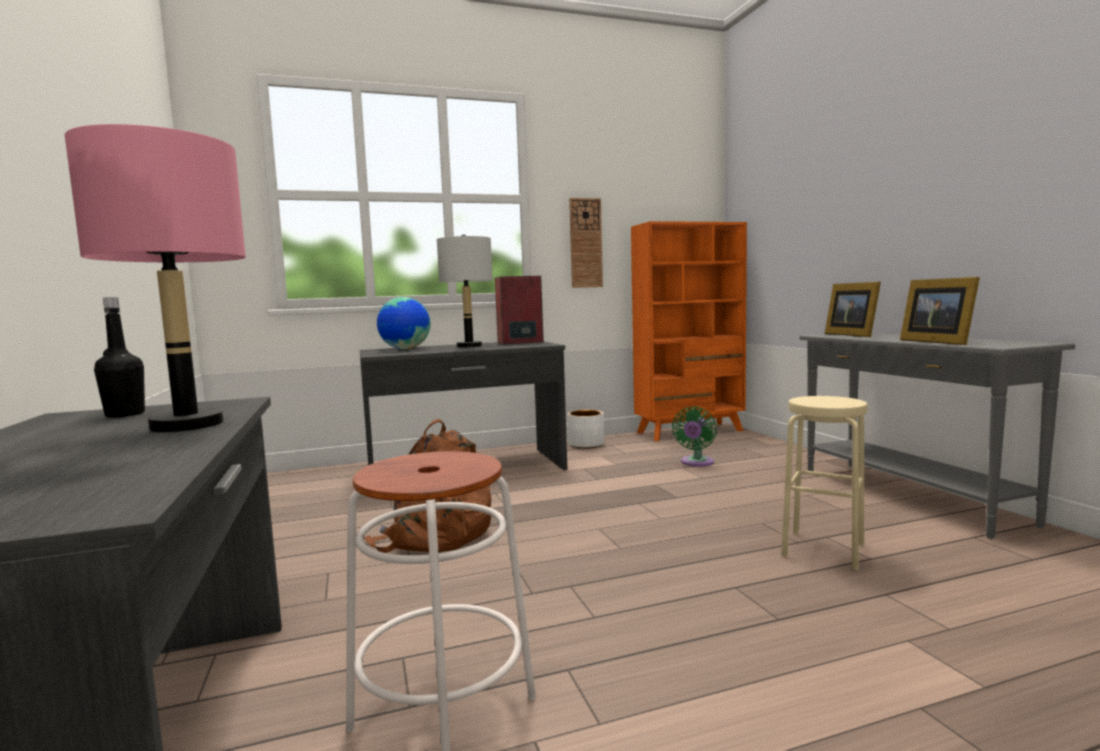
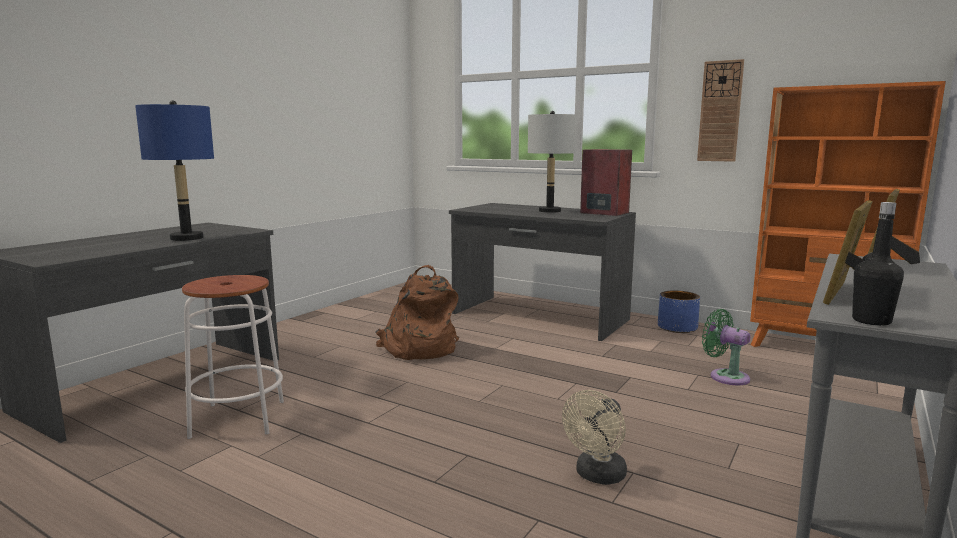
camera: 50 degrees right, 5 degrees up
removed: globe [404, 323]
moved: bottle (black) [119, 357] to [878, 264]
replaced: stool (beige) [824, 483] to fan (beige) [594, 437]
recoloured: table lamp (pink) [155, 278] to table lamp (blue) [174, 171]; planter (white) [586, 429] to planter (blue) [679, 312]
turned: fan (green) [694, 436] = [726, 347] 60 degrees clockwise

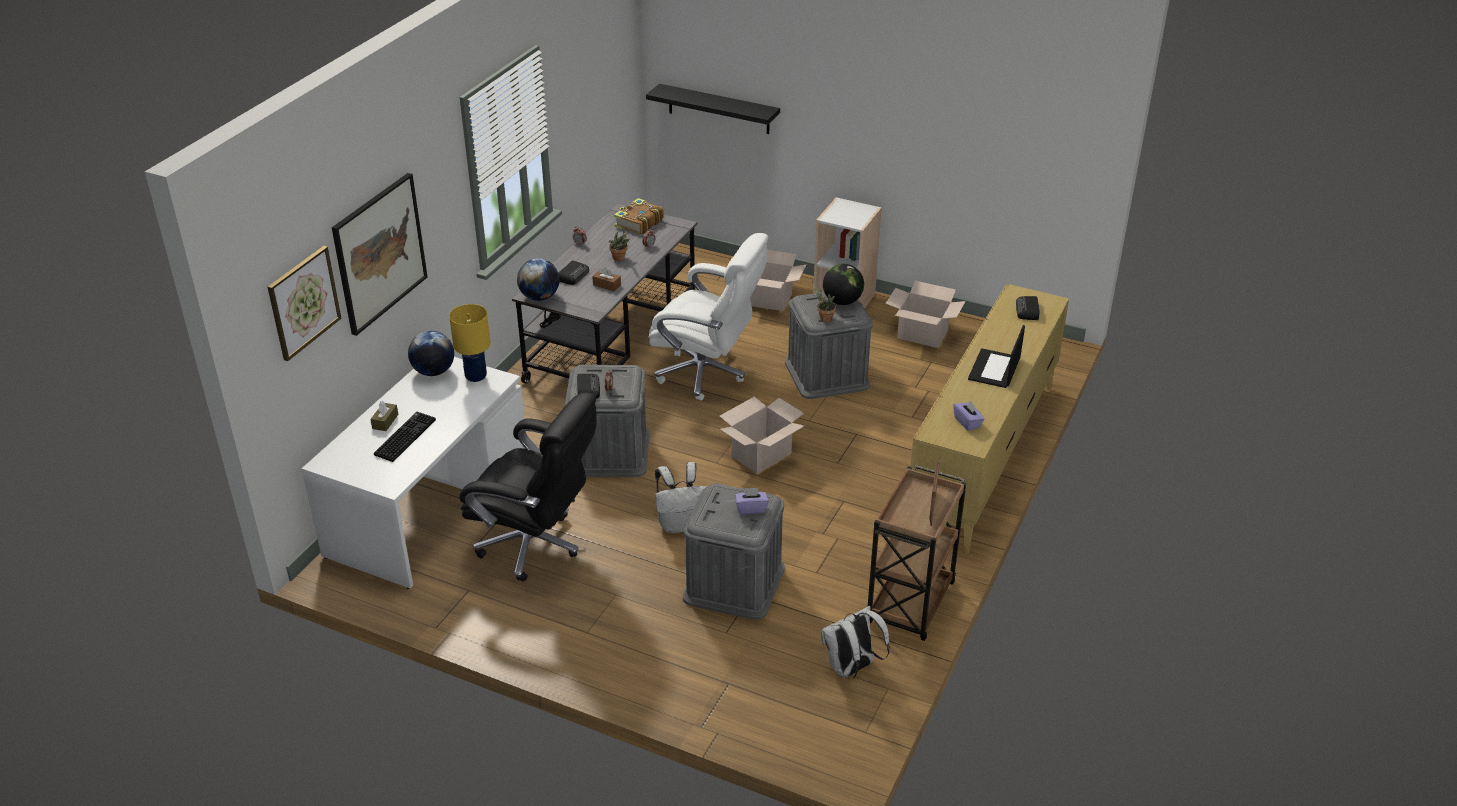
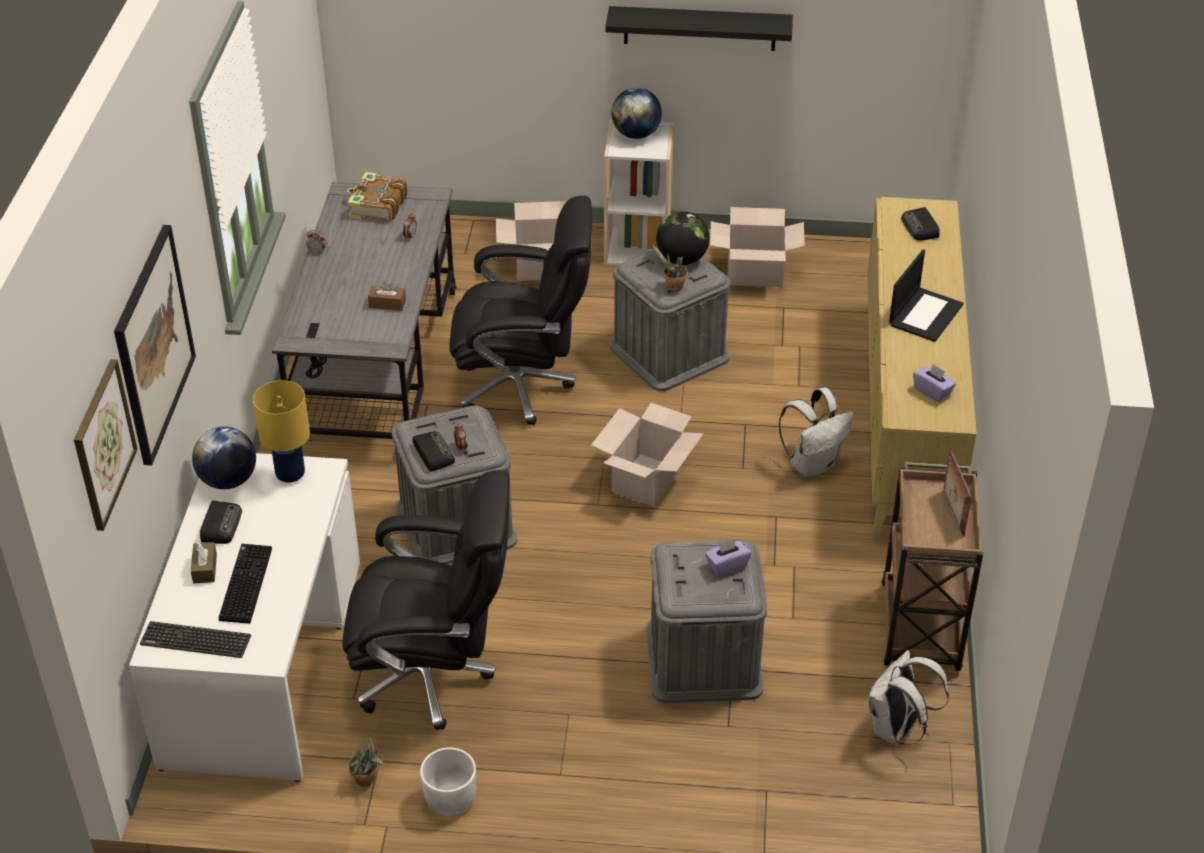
camera: 20 degrees left, 5 degrees up
added: keyboard [195, 639]; planter (white) [448, 781]
moved: globe [538, 279] to [637, 113]; radio [574, 272] to [221, 522]; potted plant [620, 245] to [366, 761]; shelf (black) [713, 109] to [699, 28]; backpack (white) [681, 497] to [816, 433]
recoloured: office chair (white) [708, 317] to office chair (black) [521, 310]
turned: laptop [996, 356] = [926, 295] 150 degrees counterclockwise

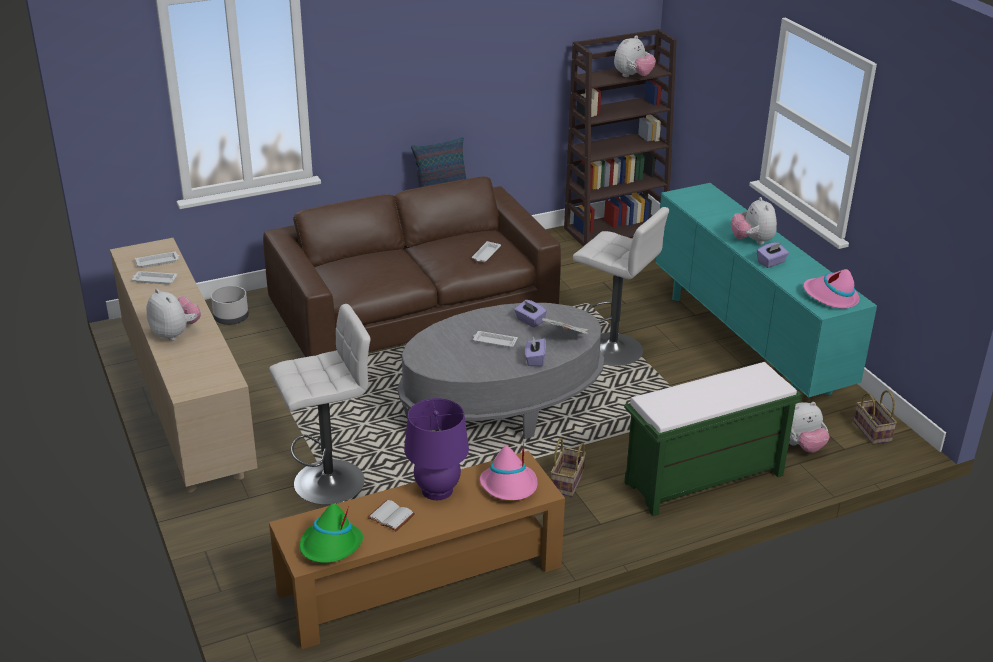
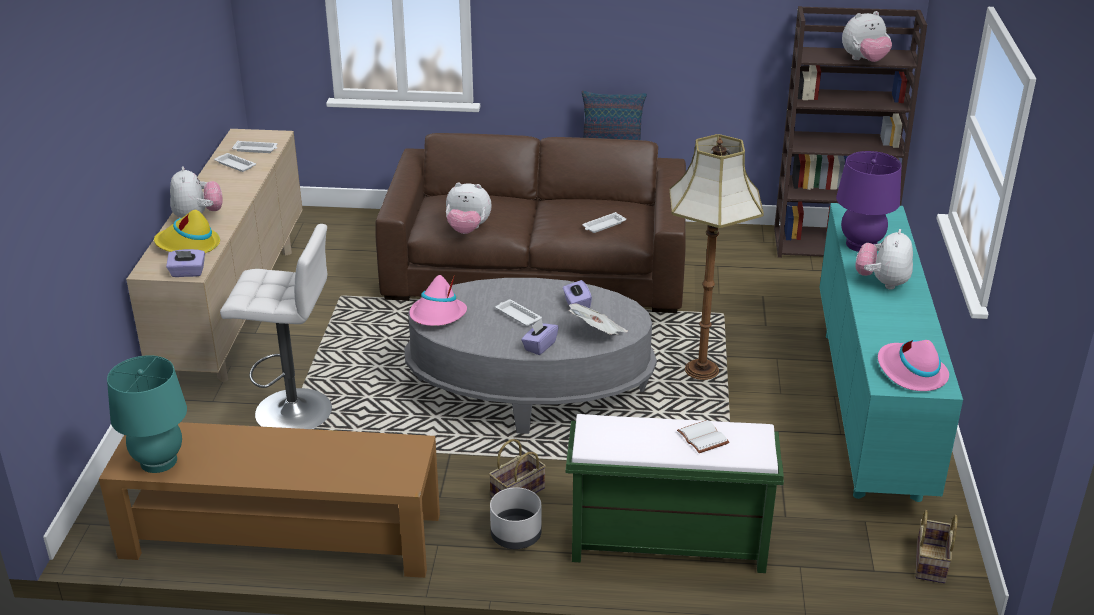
camera: 30 degrees right, 0 degrees up
added: hat (yellow) [187, 231]
moved: planter (grey) [230, 305] to [515, 518]; book (white) [391, 515] to [703, 436]; table lamp (purple) [436, 449] to [869, 201]; hat (pink) [509, 471] to [438, 300]; tissue box (purple) [773, 255] to [185, 263]; plush toy [809, 427] to [469, 208]
replaced: hat (green) [331, 533] to table lamp (turquoise) [147, 414]; stool (white) [621, 286] to floor lamp [716, 257]

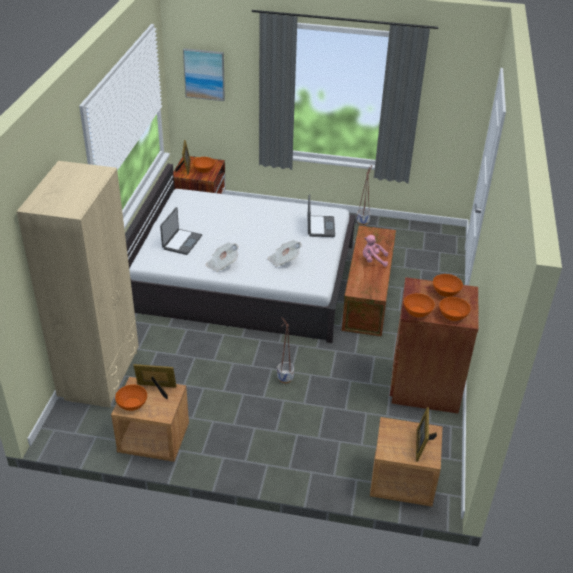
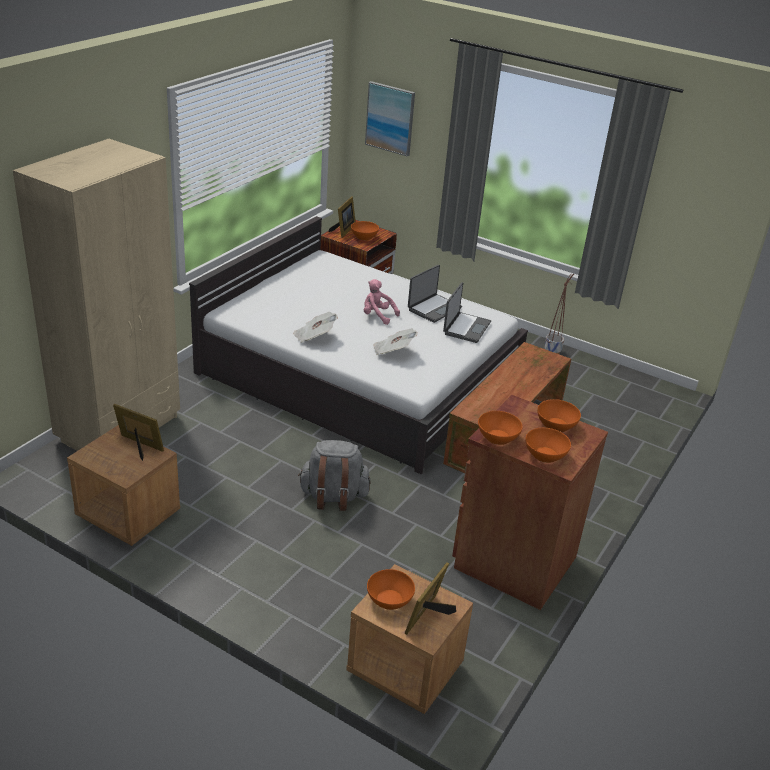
camera: 20 degrees right, 5 degrees down
moved: bowl (orange) [131, 398] to [391, 589]; laptop [181, 231] to [435, 294]; plush toy (pink) [375, 251] to [382, 302]
replaced: planter [285, 350] to backpack (grey) [334, 475]

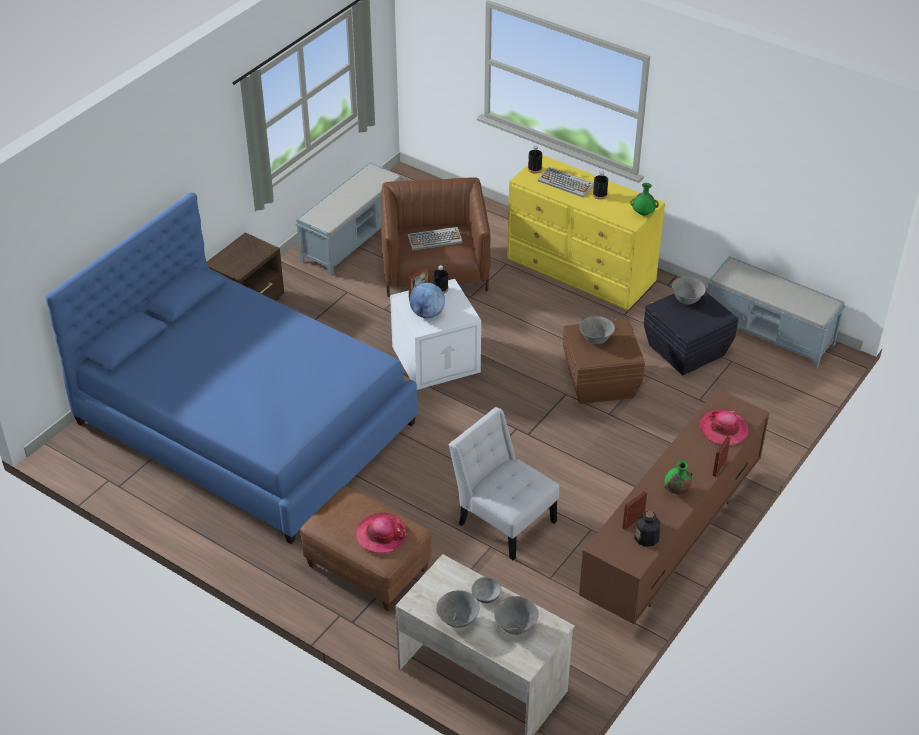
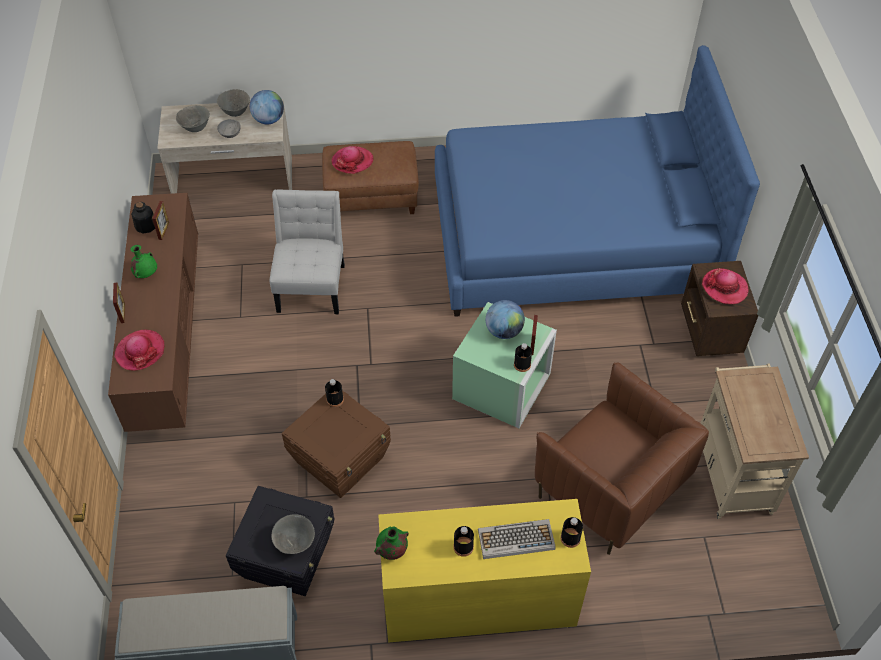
camera: 140 degrees right, 10 degrees up
removed: keyboard [435, 238]; bowl (grey) [597, 330]
added: globe [267, 107]; bottle (black) [334, 393]; hat [725, 286]
replaced: bench (grey) [349, 219] to cart (beige) [755, 441]
recoloured: storage box (white) [435, 334] to storage box (green) [504, 365]
turned: chair (white) [504, 483] = [307, 251] 90 degrees counterclockwise

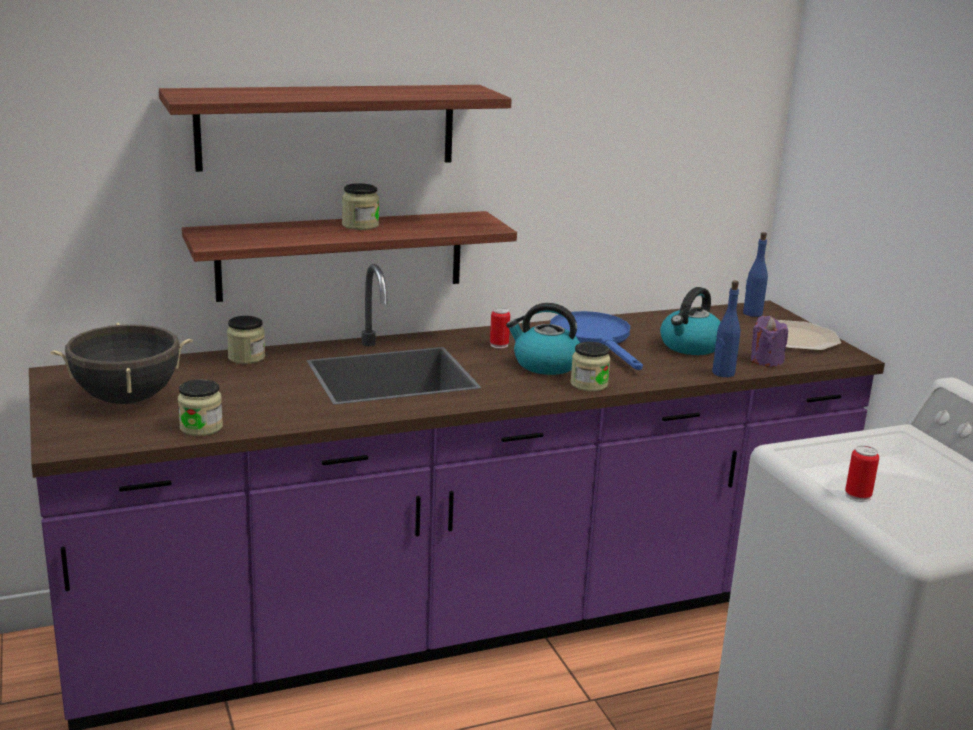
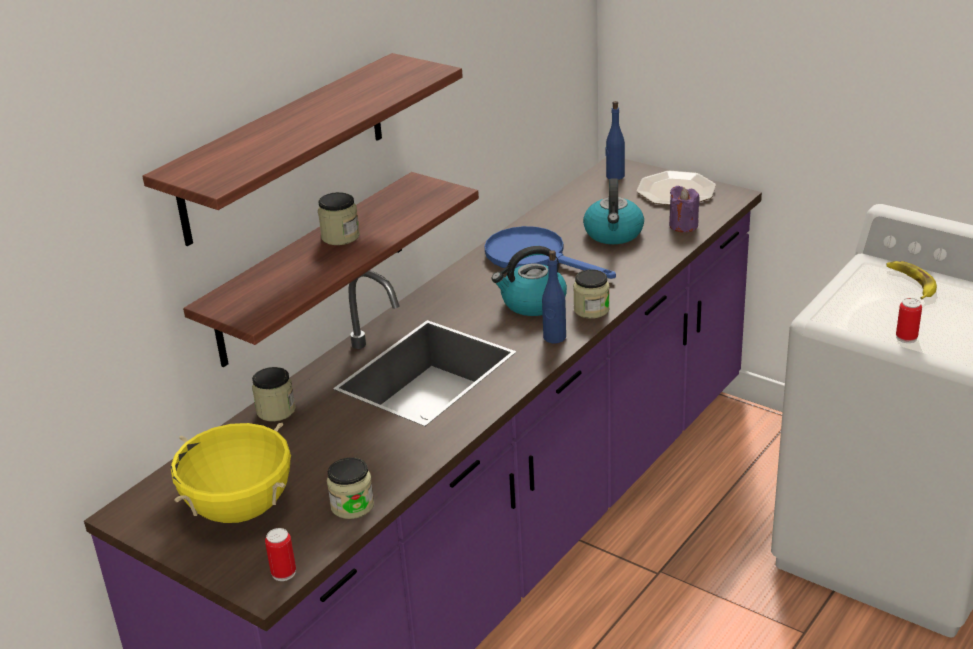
camera: 30 degrees left, 10 degrees up
added: banana [911, 280]
moved: can [500, 328] to [280, 554]; bottle (blue) [726, 329] to [554, 297]
recoloured: cooking pot (black) [121, 363] to cooking pot (yellow) [231, 473]

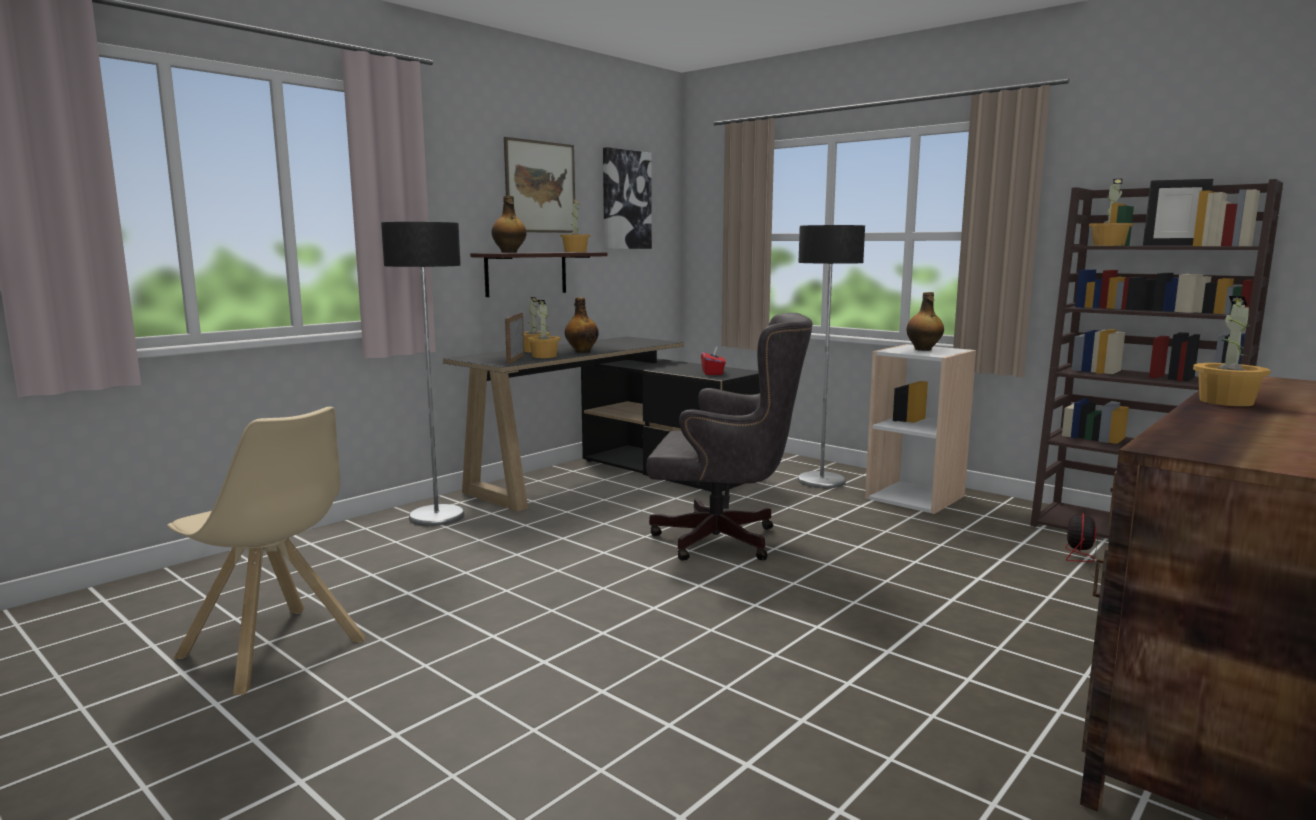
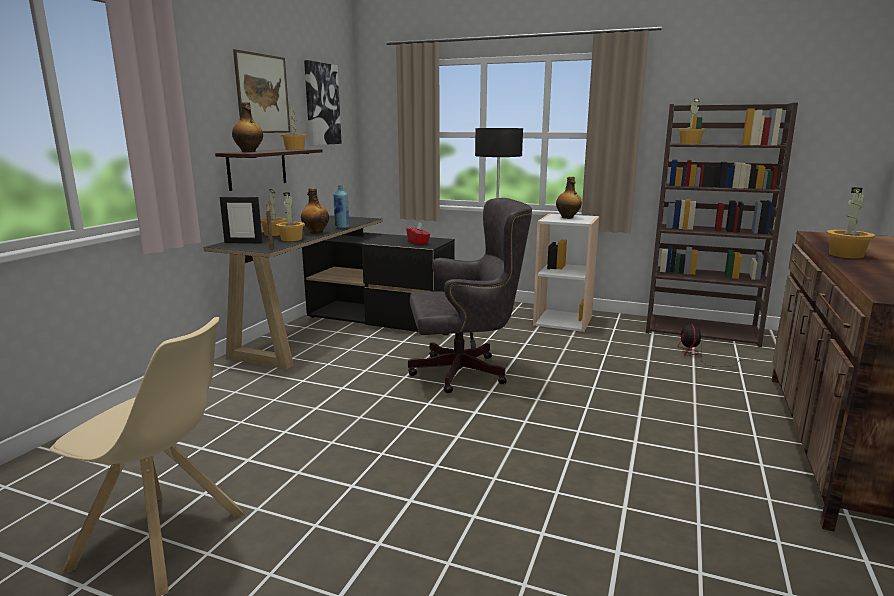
camera: 20 degrees left, 5 degrees up
removed: floor lamp [422, 374]
added: bottle (blue) [341, 206]
moved: picture frame [1178, 212] to [241, 220]

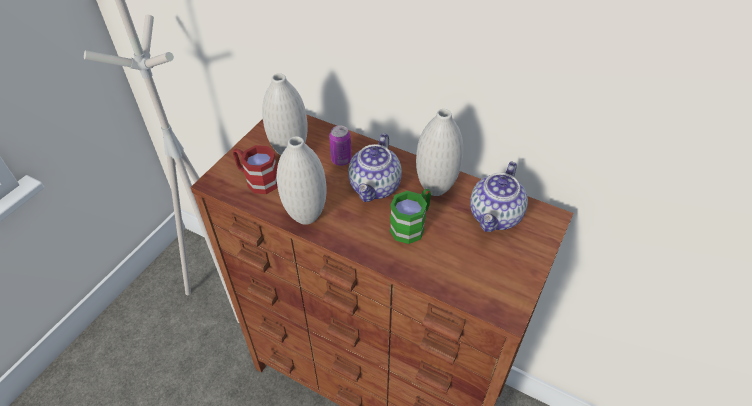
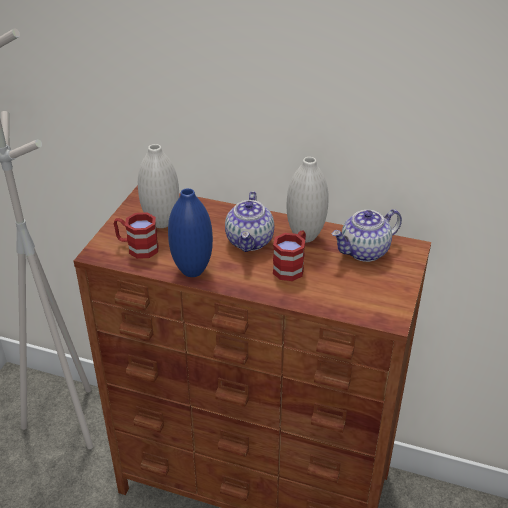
camera: 10 degrees left, 10 degrees down
removed: can [340, 145]
recoloured: vase (white) [301, 180] to vase (blue) [190, 232]; mug (green) [410, 216] to mug (red) [289, 256]
turned: teapot [499, 197] = [367, 235] 45 degrees clockwise

